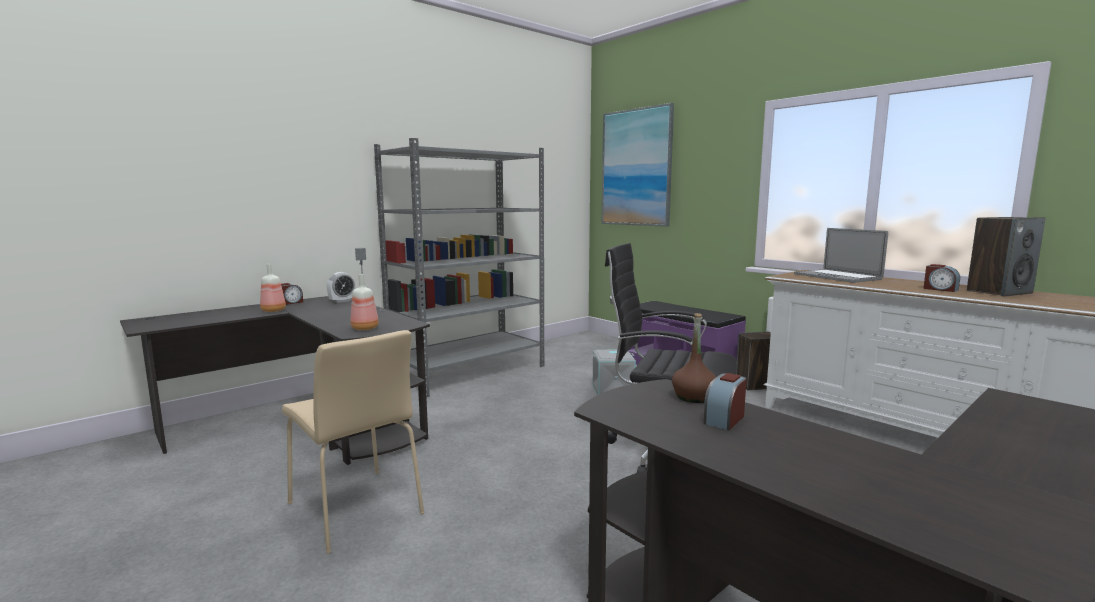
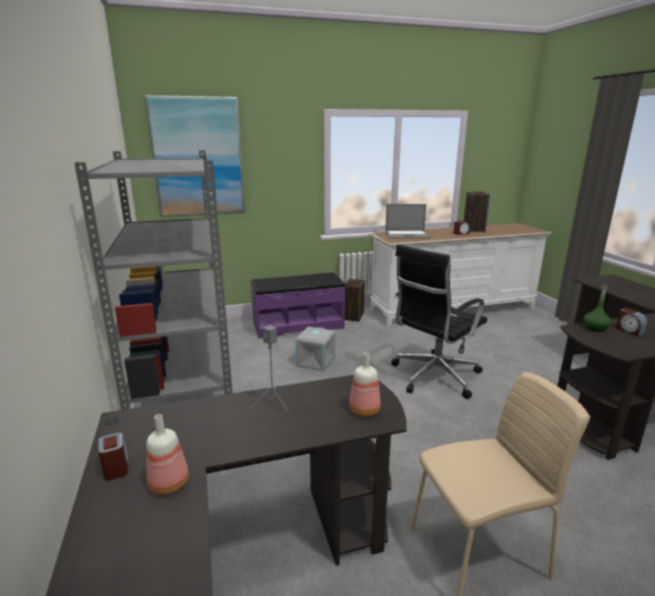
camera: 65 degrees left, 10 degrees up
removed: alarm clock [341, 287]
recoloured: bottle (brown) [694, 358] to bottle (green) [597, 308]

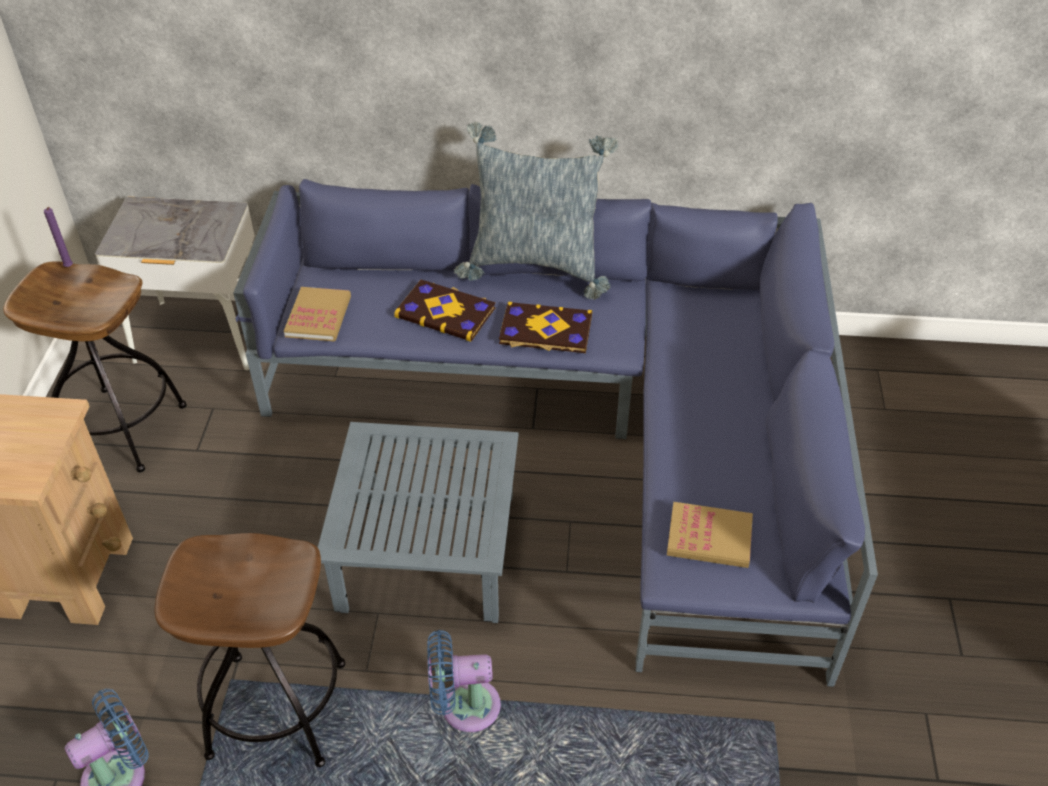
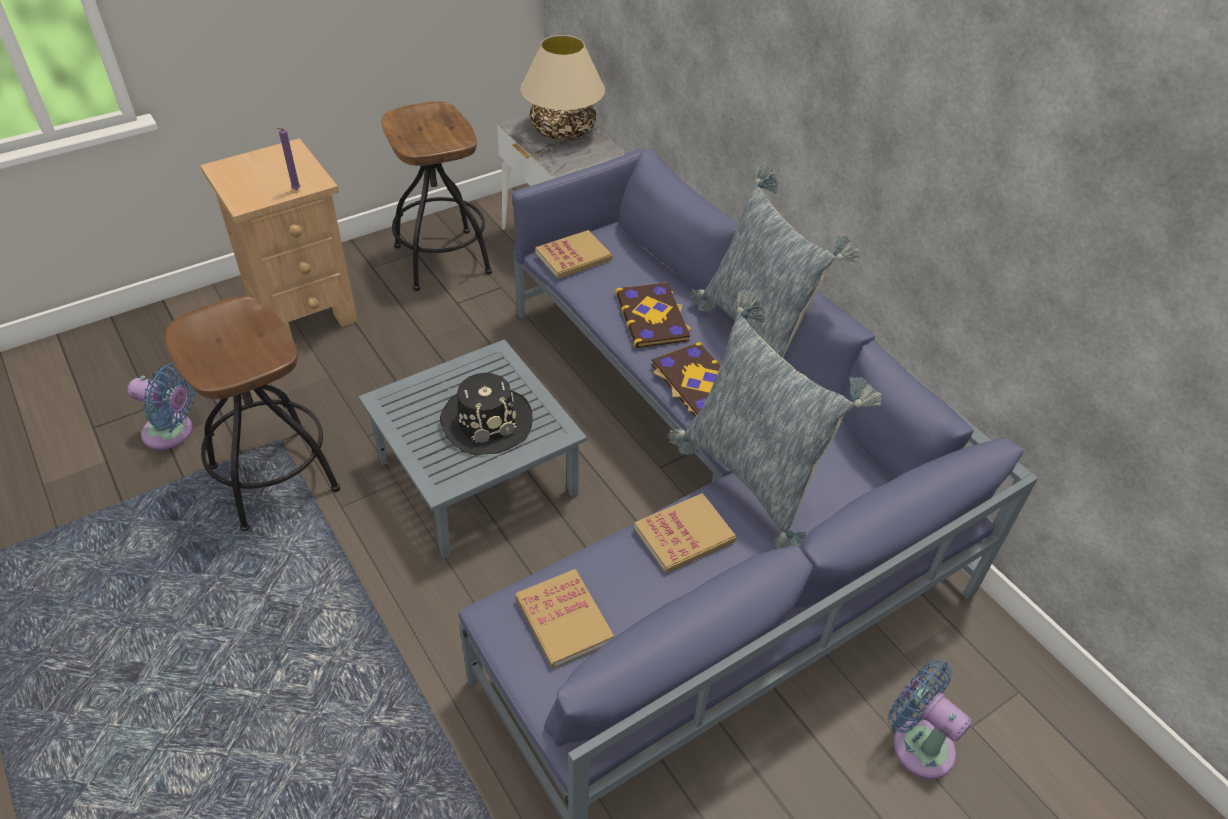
camera: 50 degrees right, 0 degrees up
added: hat (black) [486, 414]; table lamp (beige) [563, 87]; book [685, 533]; pillow [775, 419]
moved: candle (purple) [58, 237] to [288, 159]; fan (blue) [464, 681] to [930, 719]

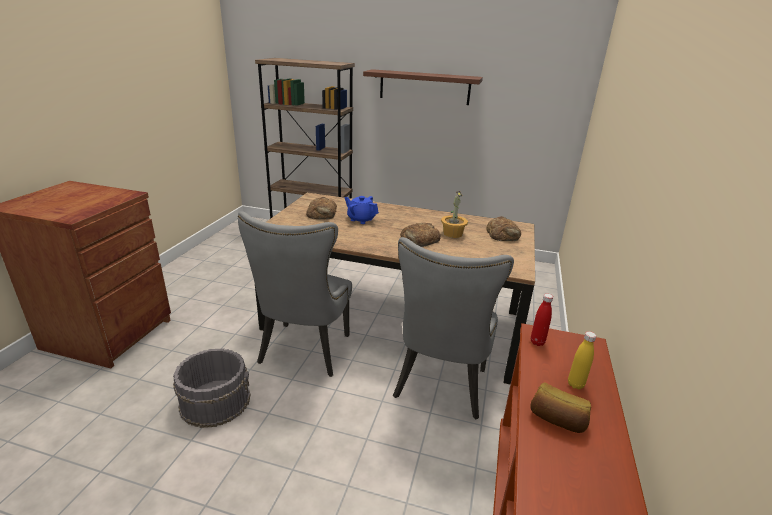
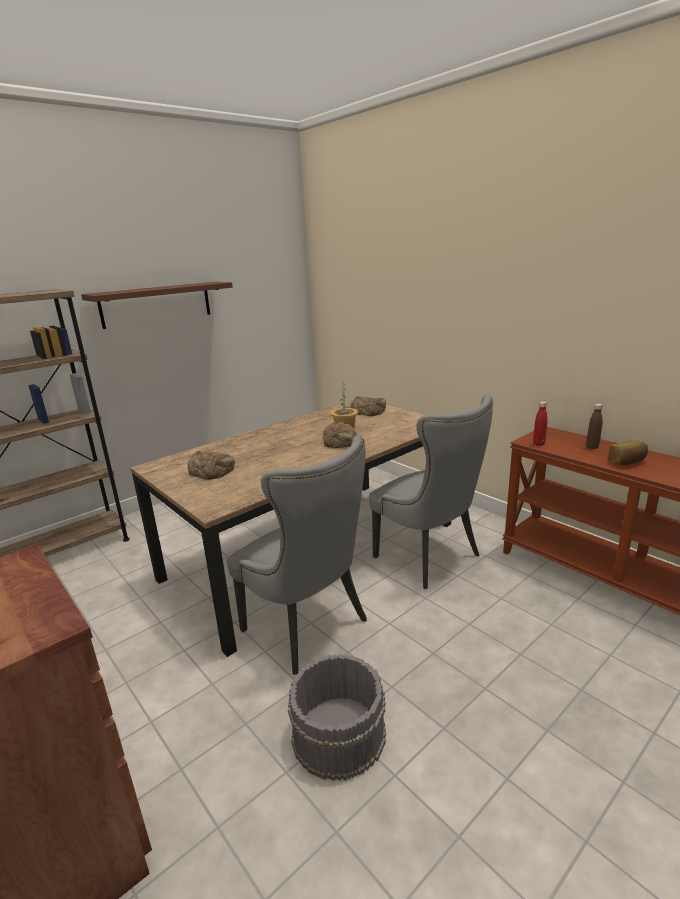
camera: 55 degrees left, 5 degrees down
removed: teapot (blue) [362, 210]
recoloured: bottle (yellow) [582, 360] to bottle (brown) [594, 426]

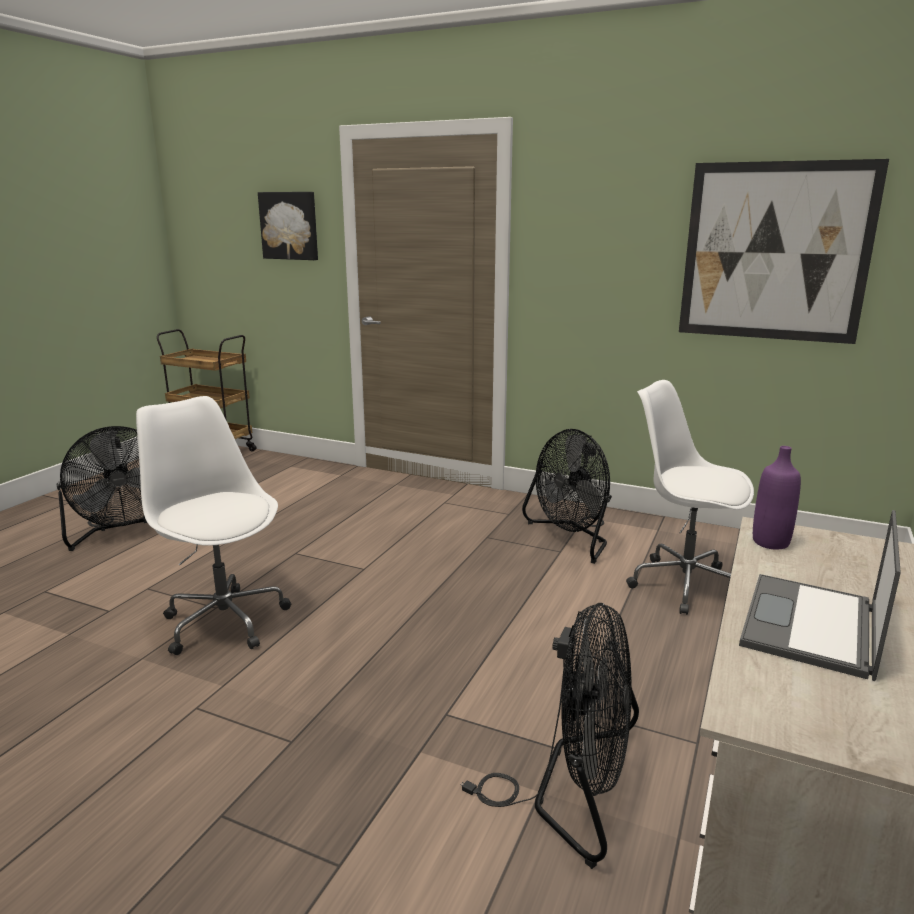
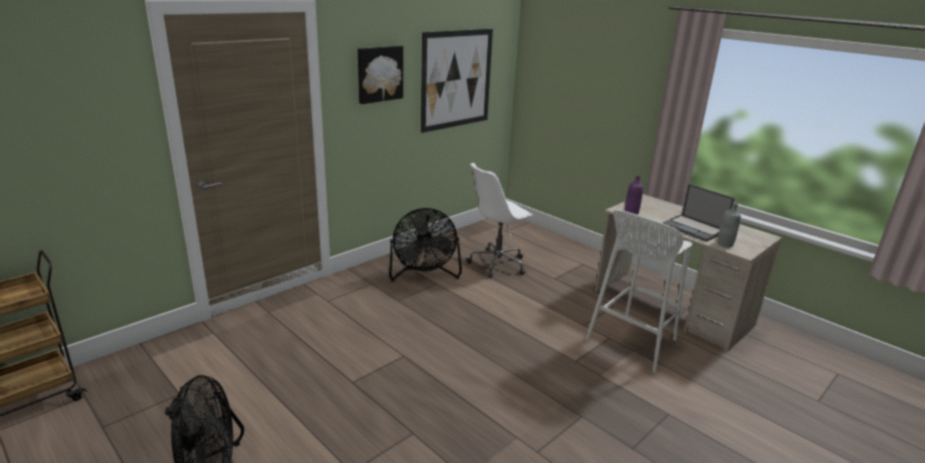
camera: 70 degrees left, 5 degrees up
removed: office chair (white) [213, 525]
added: bottle (grey) [729, 225]
moved: picture [288, 226] to [380, 75]
replaced: fan (black) [549, 736] to stool (white) [638, 291]

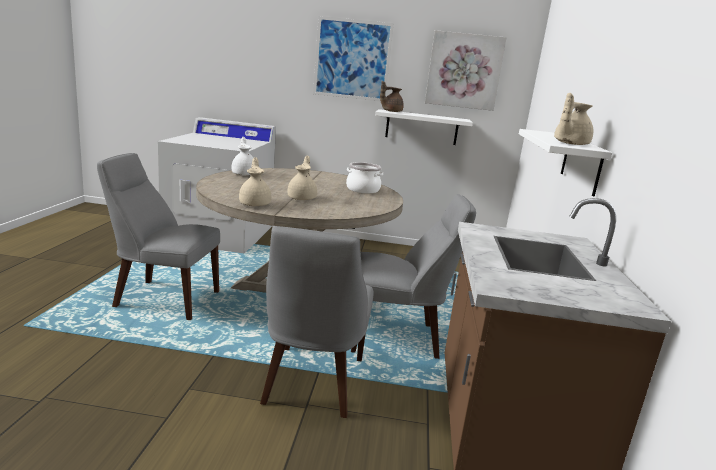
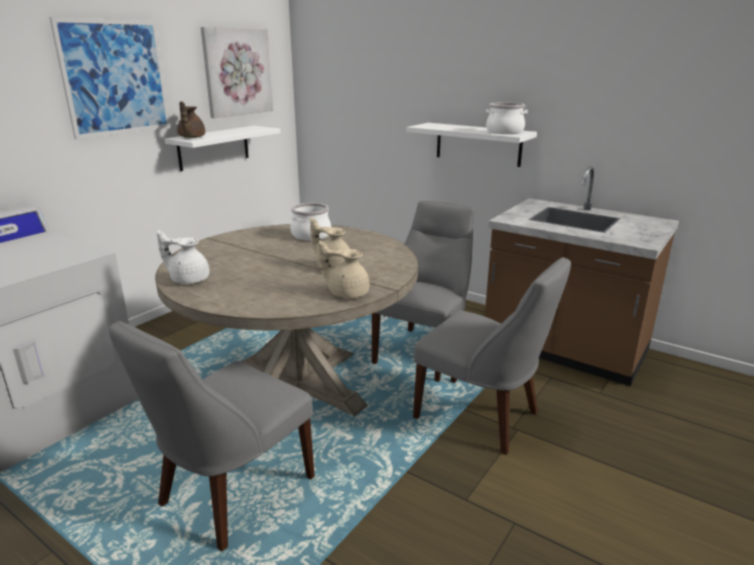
camera: 60 degrees left, 5 degrees up
replaced: teapot (beige) [573, 119] to cooking pot [507, 118]

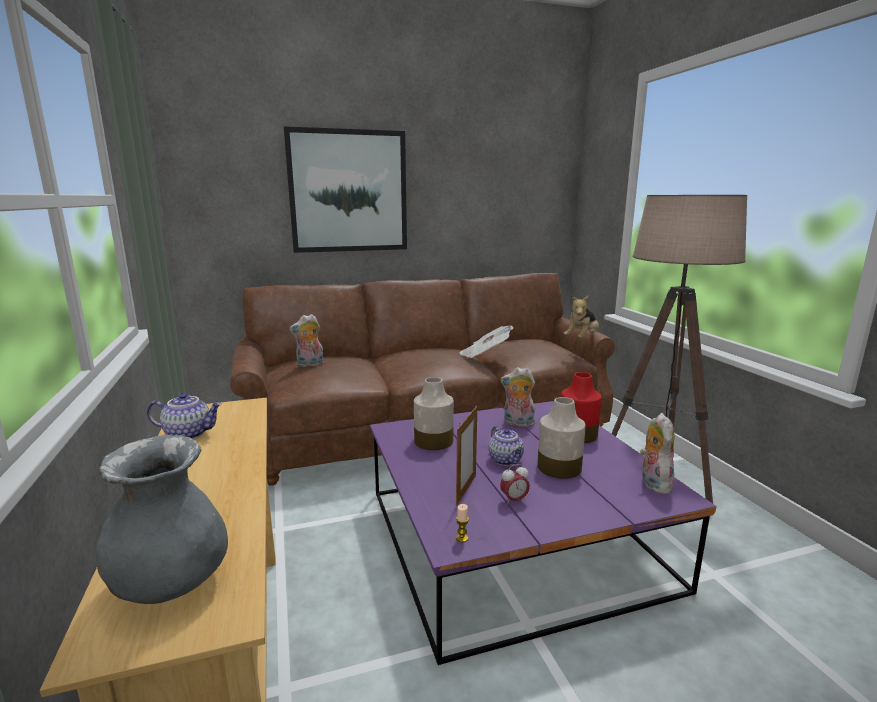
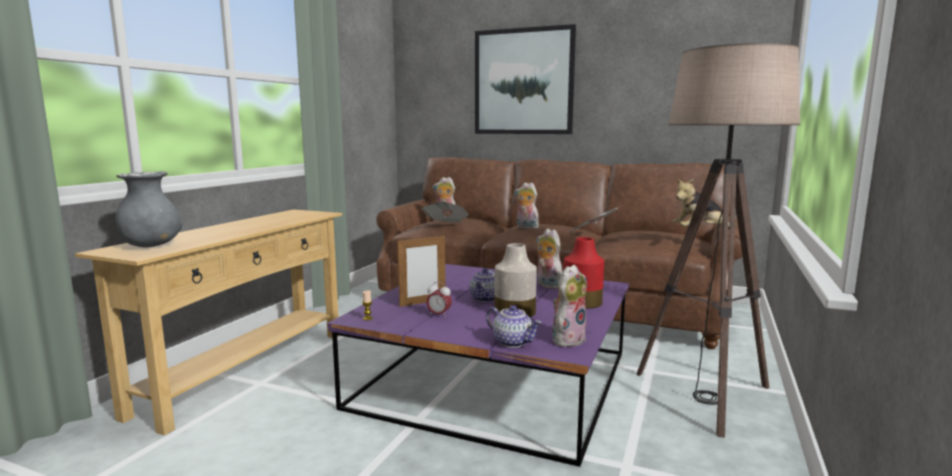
camera: 40 degrees right, 5 degrees down
removed: vase (beige) [434, 413]
added: newspaper [445, 212]; plush toy [526, 205]
moved: teapot [184, 416] to [514, 326]

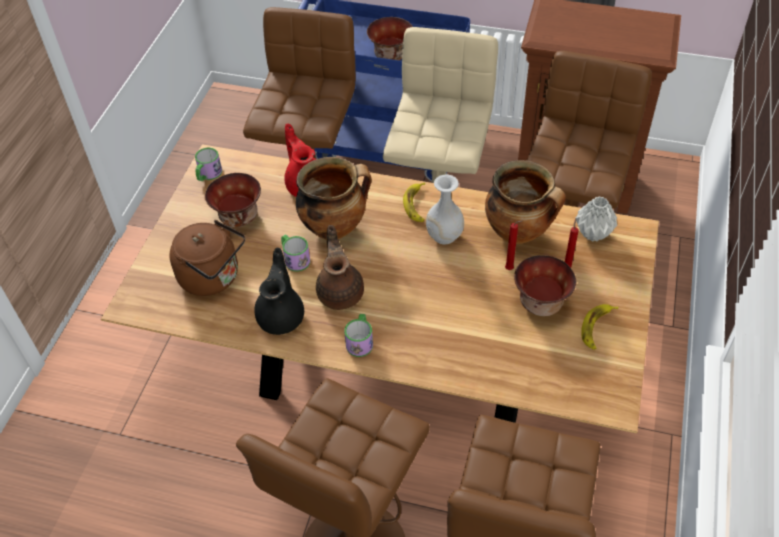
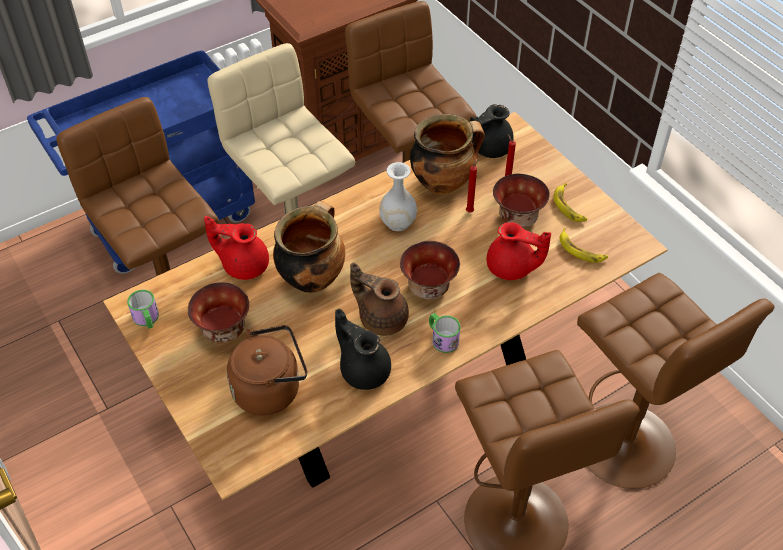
camera: 50 degrees left, 0 degrees up
removed: mug [295, 253]
added: teapot (red) [519, 251]
moved: bowl [390, 38] to [430, 270]; banana [414, 202] to [584, 245]
replaced: vase (grey) [596, 219] to teapot (black) [492, 131]

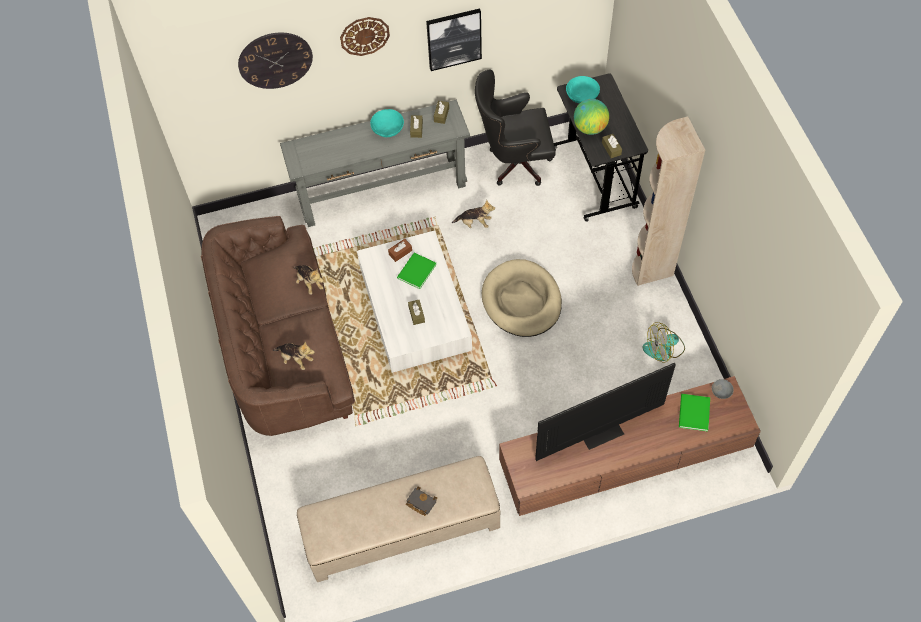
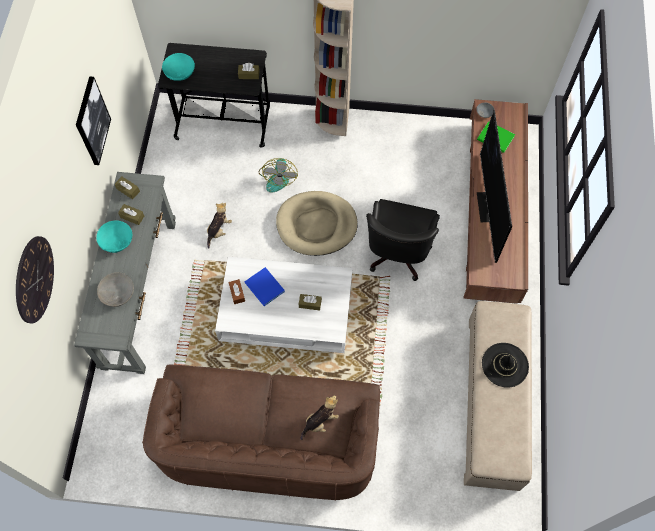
camera: 70 degrees left, 5 degrees up
removed: plush toy [308, 280]; wall clock [365, 36]; globe [591, 117]
added: bowl (grey) [115, 289]
moved: office chair (black) [515, 127] to [403, 240]; fan [663, 342] to [278, 175]
replaced: book (black) [421, 501] to hat (black) [505, 365]
recoloured: book (green) [417, 271] to book (blue) [265, 286]

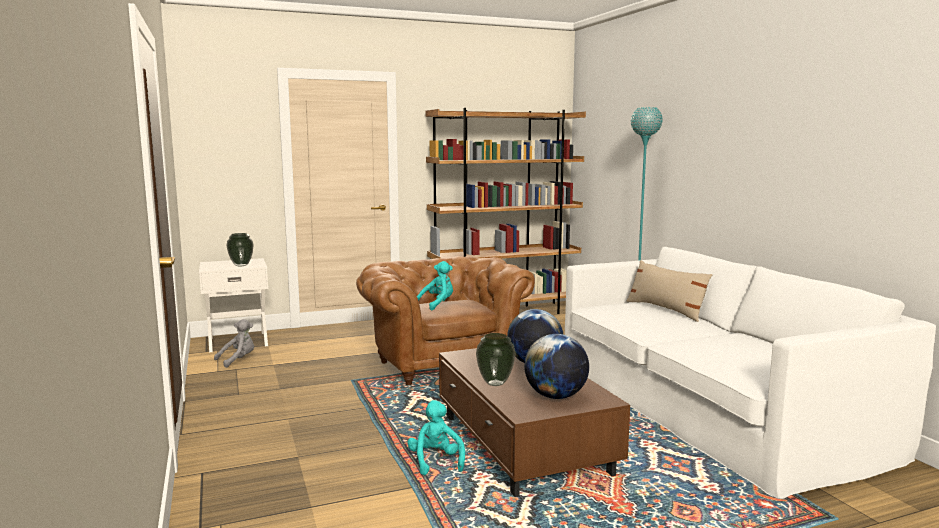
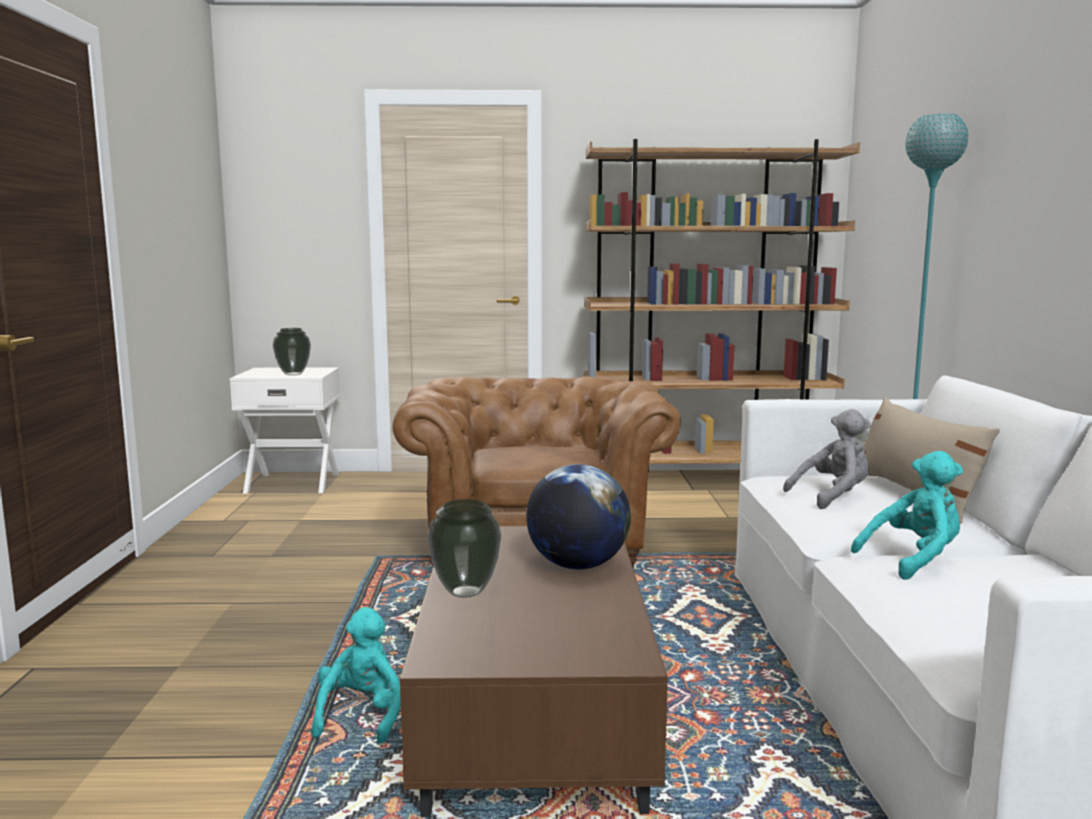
camera: 20 degrees right, 0 degrees up
removed: globe [556, 366]
moved: plush toy (grey) [234, 343] to [827, 459]; plush toy (turquoise) [435, 286] to [907, 515]

